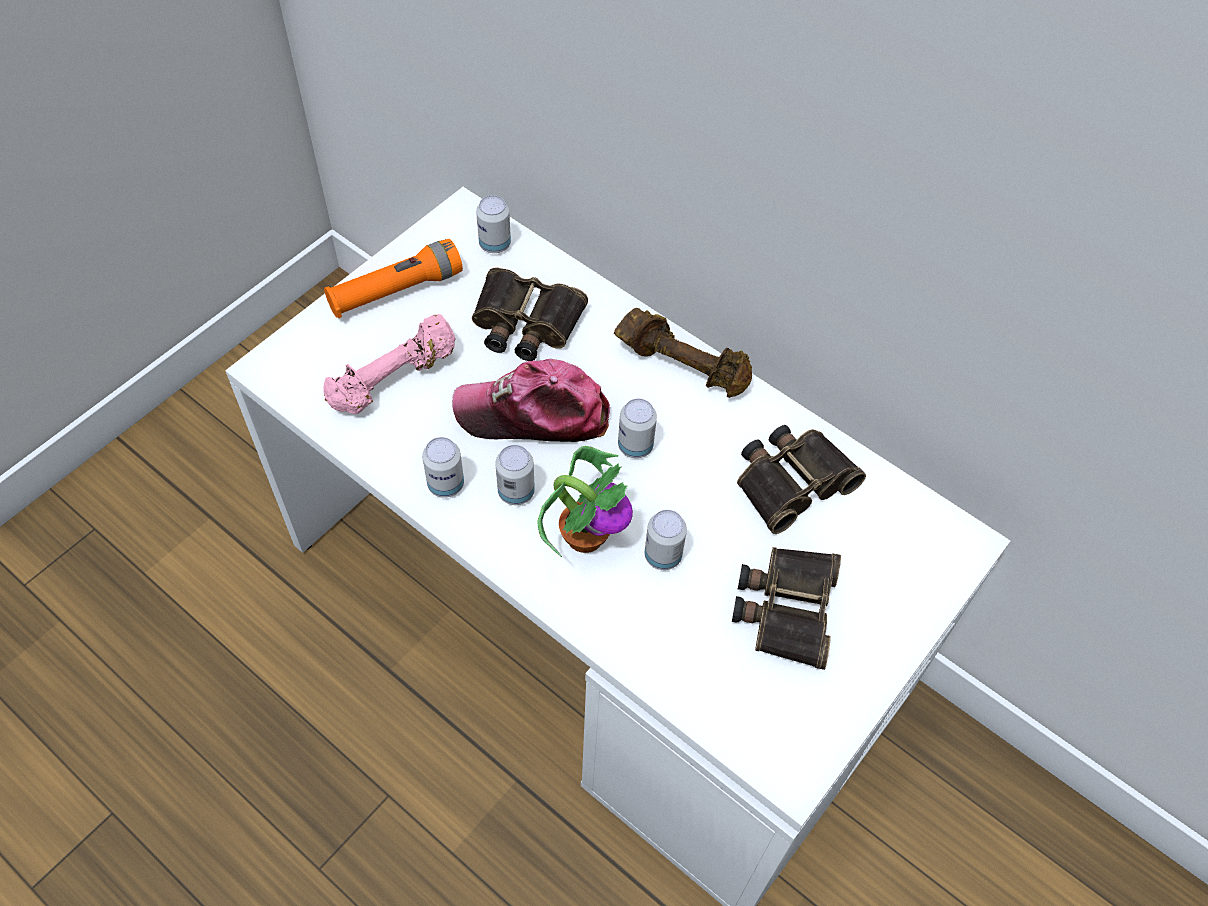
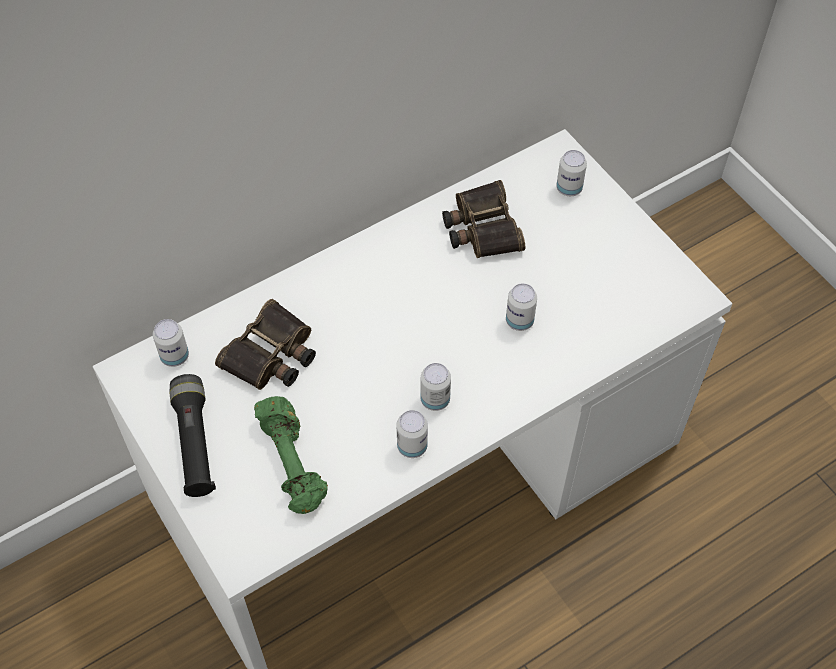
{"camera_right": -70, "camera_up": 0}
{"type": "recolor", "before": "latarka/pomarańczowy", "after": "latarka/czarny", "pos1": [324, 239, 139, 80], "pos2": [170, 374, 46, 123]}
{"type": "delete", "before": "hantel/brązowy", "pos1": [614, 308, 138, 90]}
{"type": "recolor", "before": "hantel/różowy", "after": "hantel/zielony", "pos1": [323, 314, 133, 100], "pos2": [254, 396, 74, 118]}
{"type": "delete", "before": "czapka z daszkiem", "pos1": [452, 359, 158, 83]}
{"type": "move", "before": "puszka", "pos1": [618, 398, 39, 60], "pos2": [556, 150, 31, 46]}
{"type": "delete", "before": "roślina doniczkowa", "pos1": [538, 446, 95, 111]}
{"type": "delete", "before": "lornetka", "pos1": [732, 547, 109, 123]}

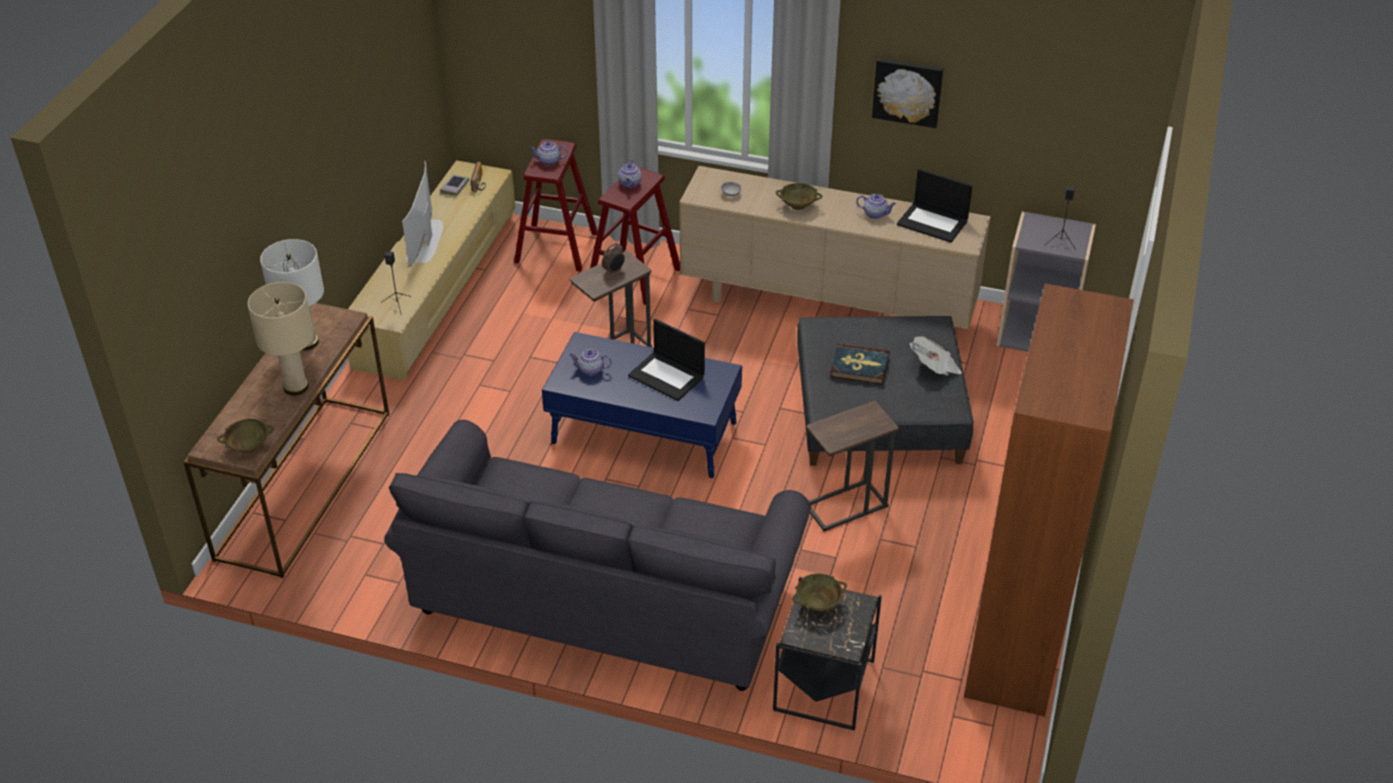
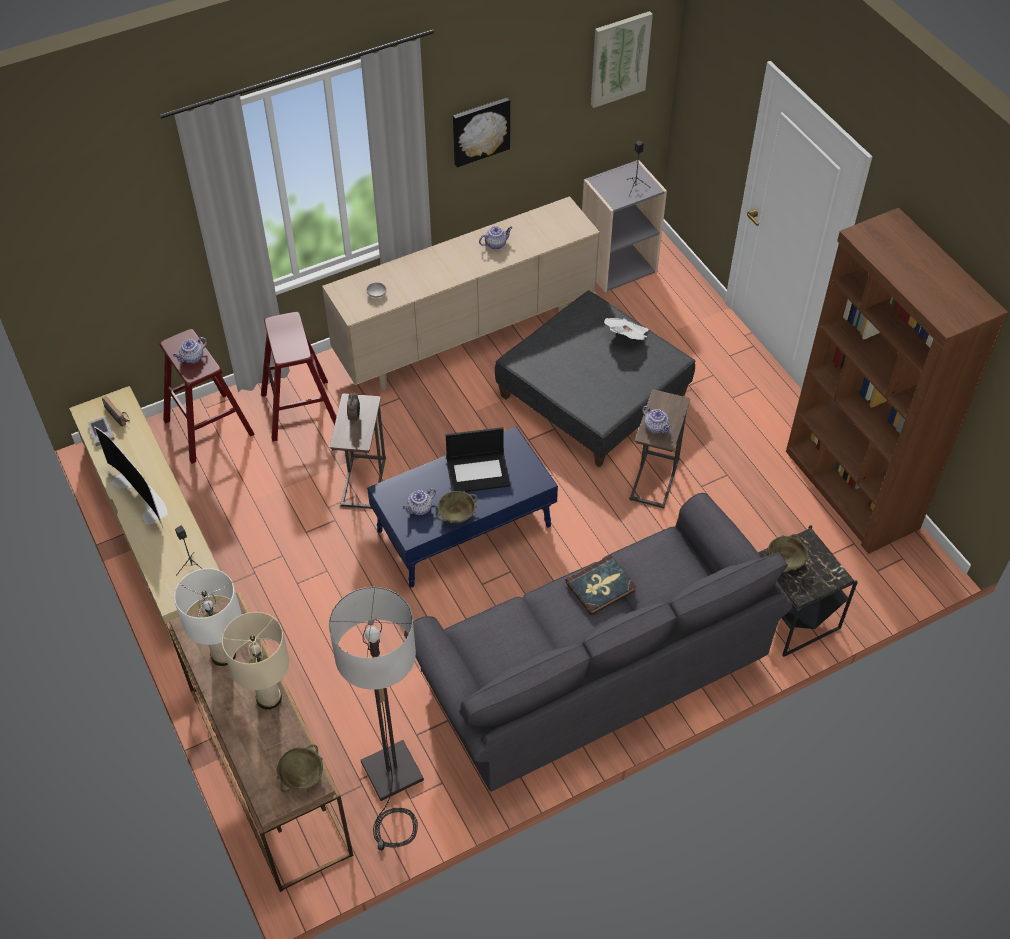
{"camera_right": -45, "camera_up": 10}
{"type": "move", "before": "imbryk", "pos1": [618, 159, 24, 29], "pos2": [642, 406, 30, 28]}
{"type": "delete", "before": "laptop", "pos1": [897, 169, 76, 74]}
{"type": "move", "before": "miska/beżowy", "pos1": [775, 183, 47, 27], "pos2": [436, 491, 41, 32]}
{"type": "move", "before": "książka", "pos1": [830, 343, 60, 42], "pos2": [565, 555, 71, 60]}
{"type": "insert", "after": "obraz", "pos2": [591, 11, 62, 97]}
{"type": "insert", "after": "lampa stojąca", "pos2": [329, 587, 95, 265]}

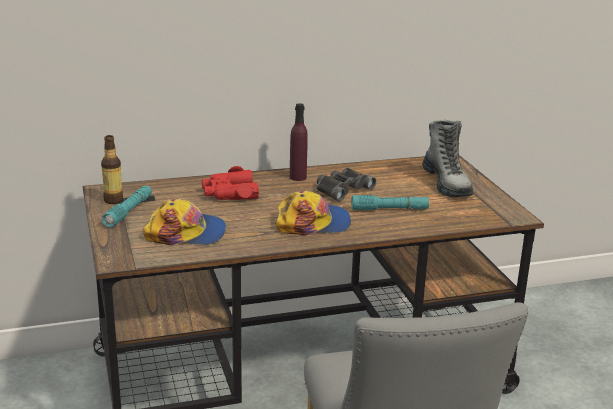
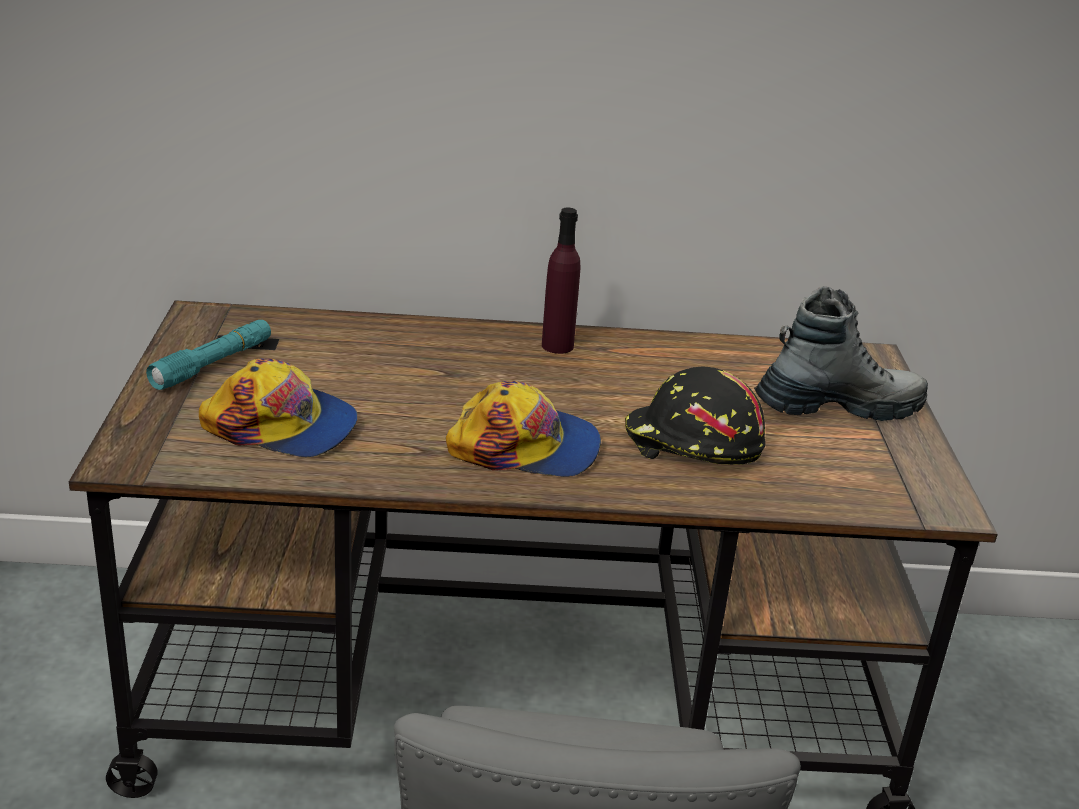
{"camera_right": 15, "camera_up": 5}
{"type": "rotate", "before": "but z cholewką", "pos1": [422, 120, 51, 77], "pos2": [754, 286, 174, 135], "turn": -105}
{"type": "delete", "before": "butelka", "pos1": [101, 135, 22, 69]}
{"type": "delete", "before": "lornetka/czerwony", "pos1": [202, 166, 57, 34]}
{"type": "delete", "before": "lornetka/czarny", "pos1": [316, 168, 60, 33]}
{"type": "replace", "before": "latarka/turkusowy", "after": "kask/czarny", "pos1": [351, 195, 78, 15], "pos2": [625, 367, 141, 98]}

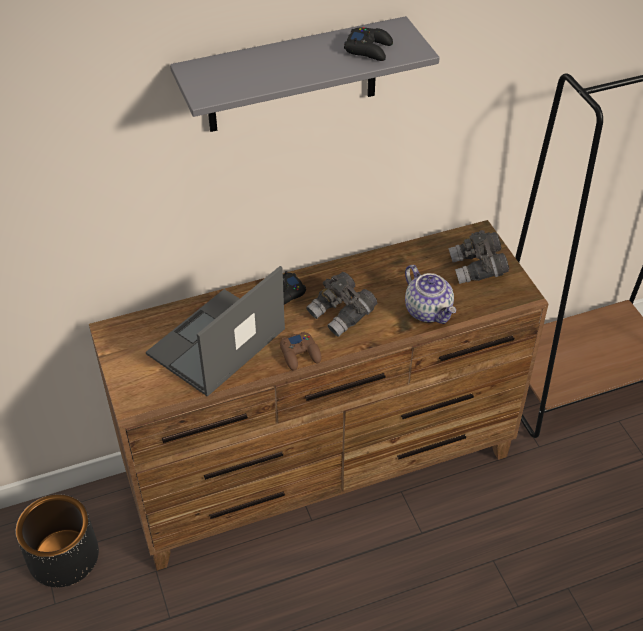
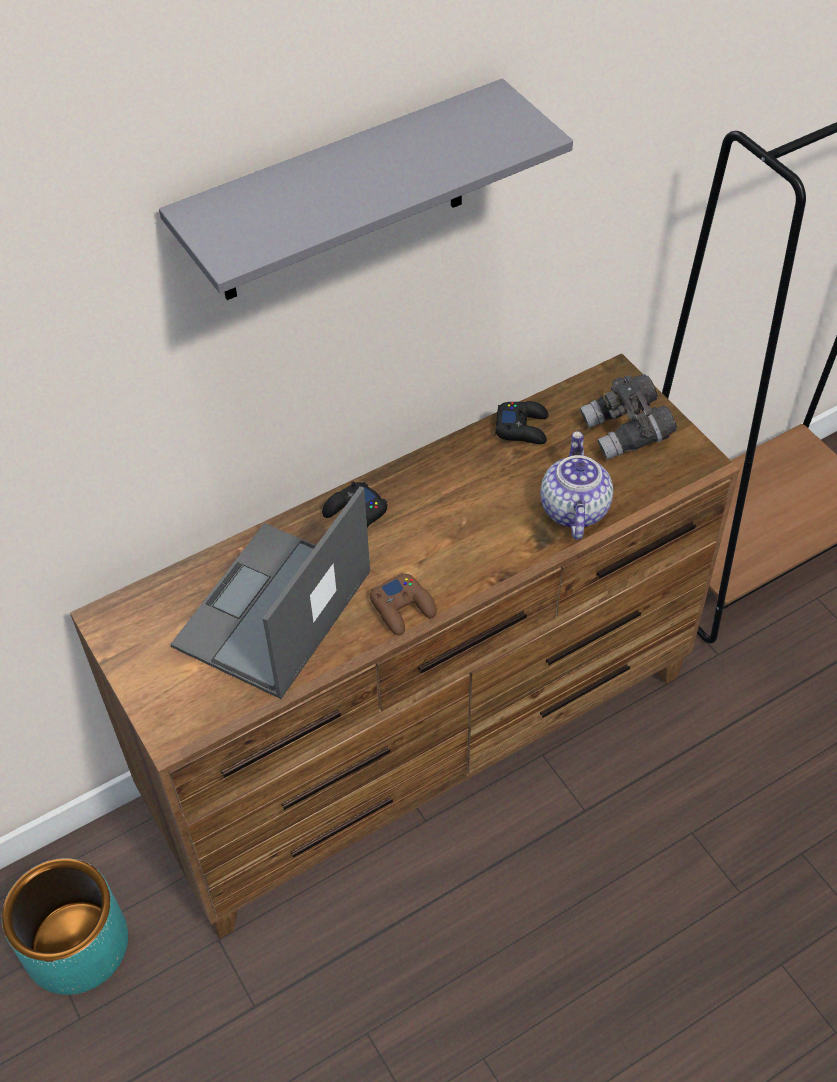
{"camera_right": -10, "camera_up": 5}
{"type": "move", "before": "pad do gier/czarny", "pos1": [344, 27, 49, 34], "pos2": [495, 401, 53, 43]}
{"type": "rotate", "before": "imbryk", "pos1": [405, 265, 51, 59], "pos2": [541, 431, 72, 109], "turn": -135}
{"type": "delete", "before": "lornetka/szary", "pos1": [306, 272, 71, 65]}
{"type": "recolor", "before": "donica/czarny", "after": "donica/turkusowy", "pos1": [15, 494, 84, 93], "pos2": [2, 858, 126, 137]}

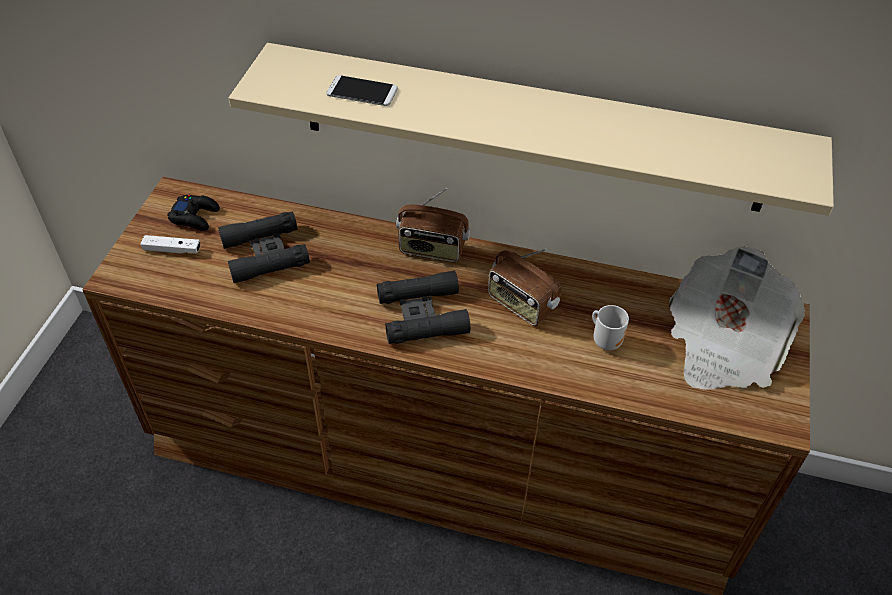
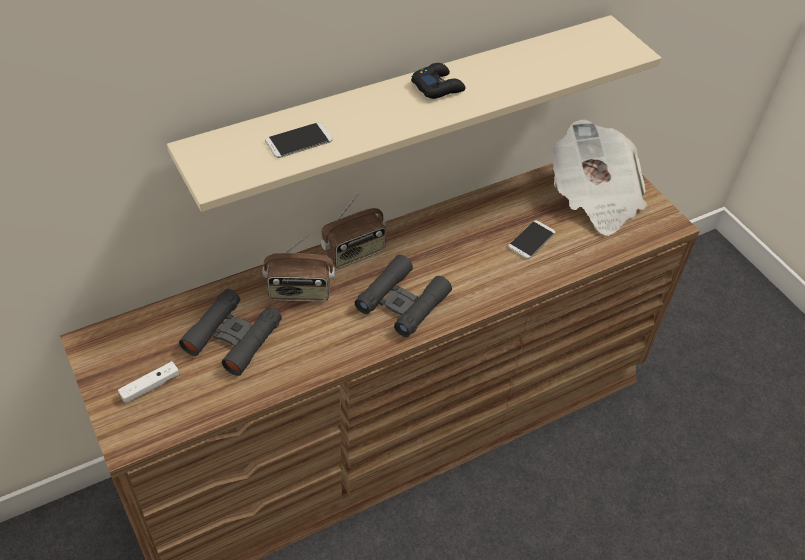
{"camera_right": -45, "camera_up": 0}
{"type": "move", "before": "pad do gier/czarny", "pos1": [167, 195, 53, 36], "pos2": [411, 63, 55, 36]}
{"type": "move", "before": "radio", "pos1": [488, 249, 73, 77], "pos2": [263, 234, 72, 68]}
{"type": "replace", "before": "kubek", "after": "telefon", "pos1": [592, 305, 37, 45], "pos2": [508, 220, 47, 39]}

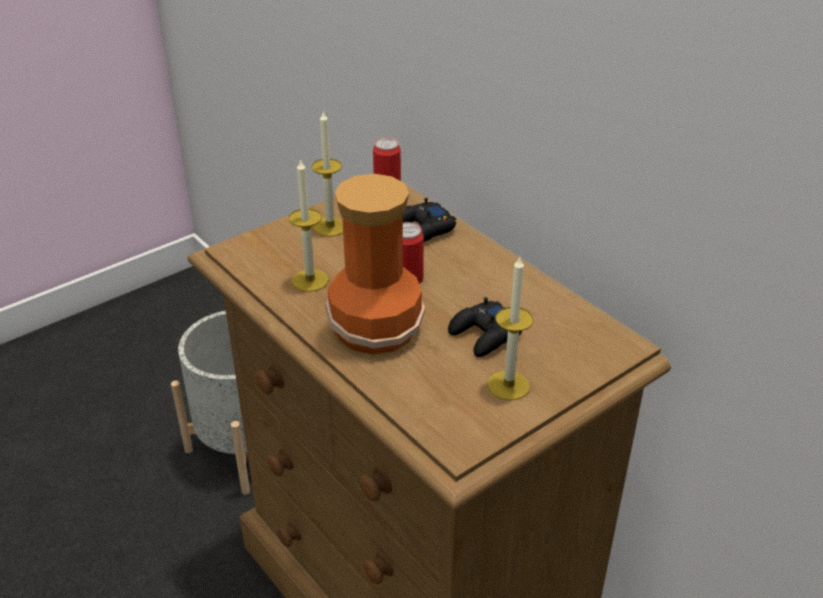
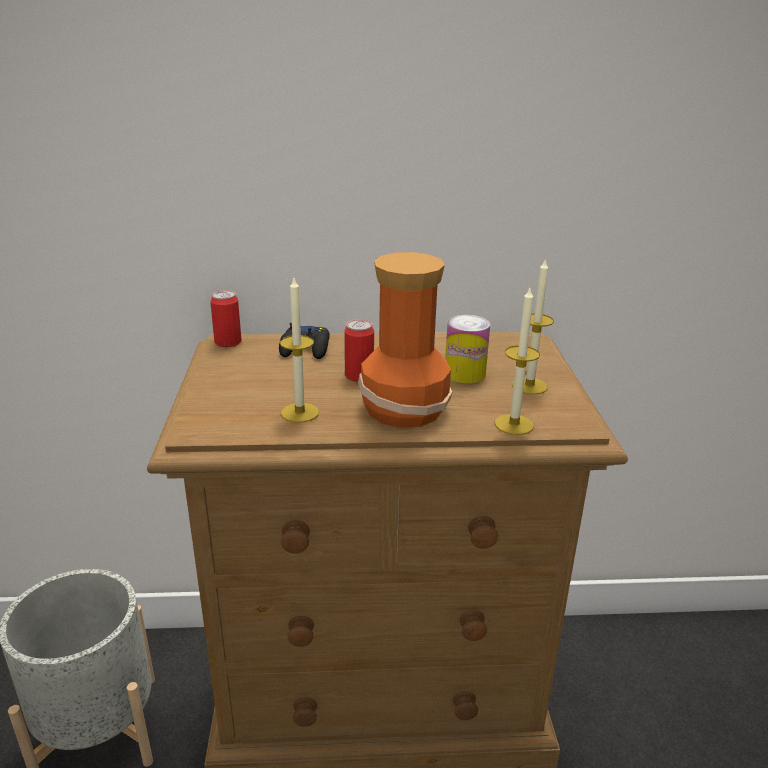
{"camera_right": -55, "camera_up": -10}
{"type": "move", "before": "świeca", "pos1": [311, 110, 32, 126], "pos2": [494, 288, 46, 147]}
{"type": "replace", "before": "pad do gier/czarny", "after": "puszka", "pos1": [448, 297, 74, 60], "pos2": [445, 315, 45, 68]}

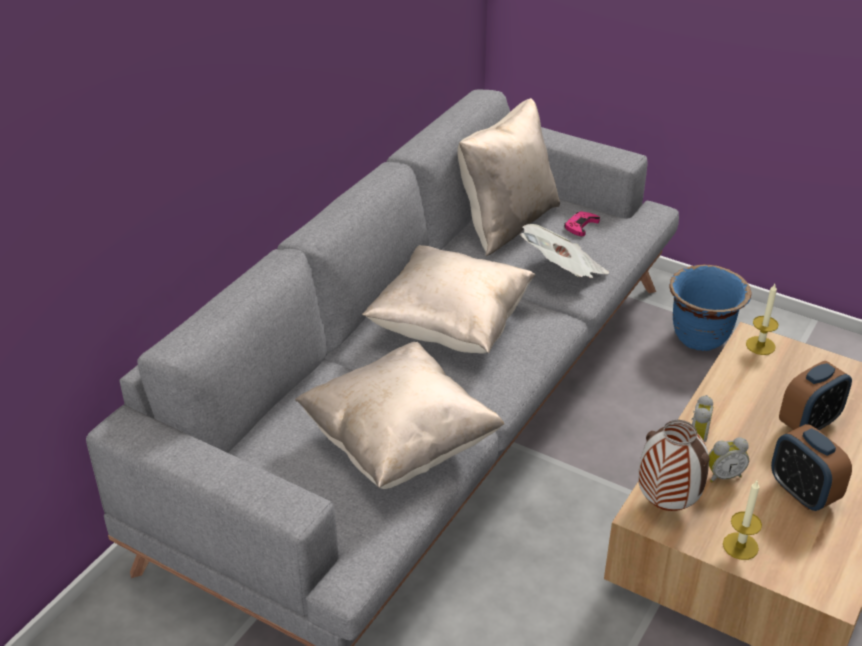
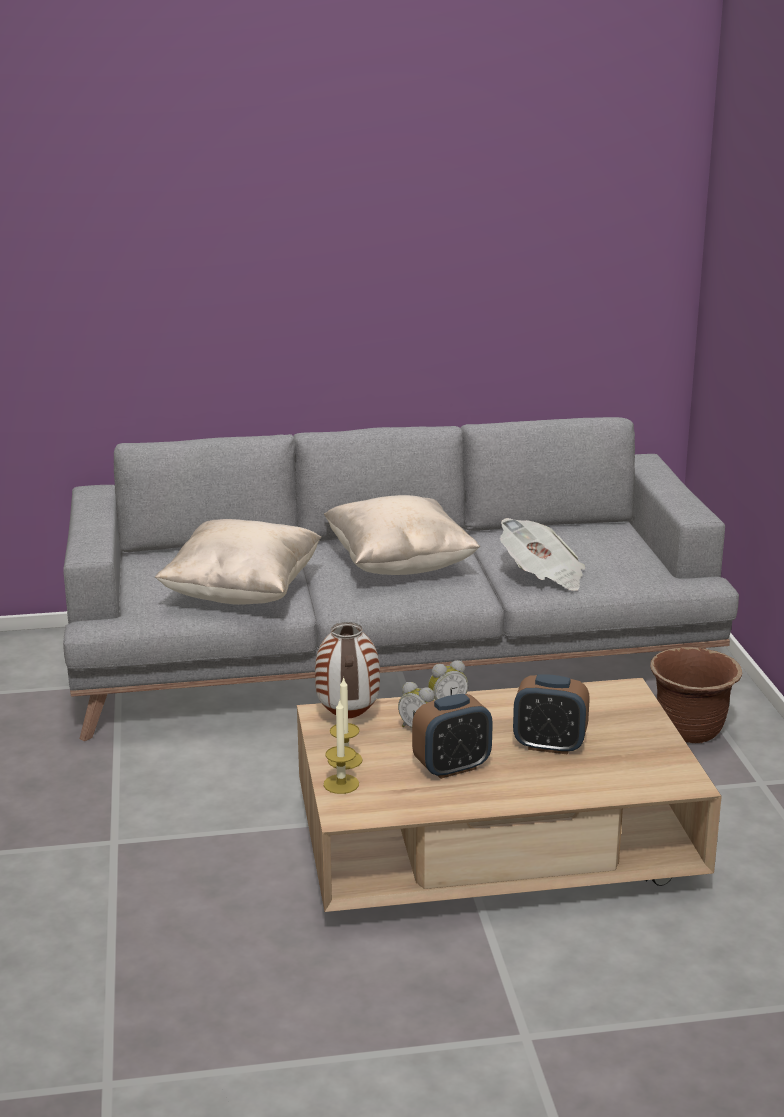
{"camera_right": 50, "camera_up": -15}
{"type": "delete", "before": "poduszka/beżowy", "pos1": [457, 98, 103, 158]}
{"type": "delete", "before": "pad do gier/różowy", "pos1": [564, 211, 36, 25]}
{"type": "recolor", "before": "donica/niebieski", "after": "donica/brązowy", "pos1": [669, 265, 82, 86], "pos2": [650, 647, 92, 97]}
{"type": "move", "before": "świeca", "pos1": [746, 284, 33, 71], "pos2": [324, 699, 35, 95]}
{"type": "rotate", "before": "budzik", "pos1": [771, 424, 81, 87], "pos2": [412, 694, 81, 85], "turn": -135}

